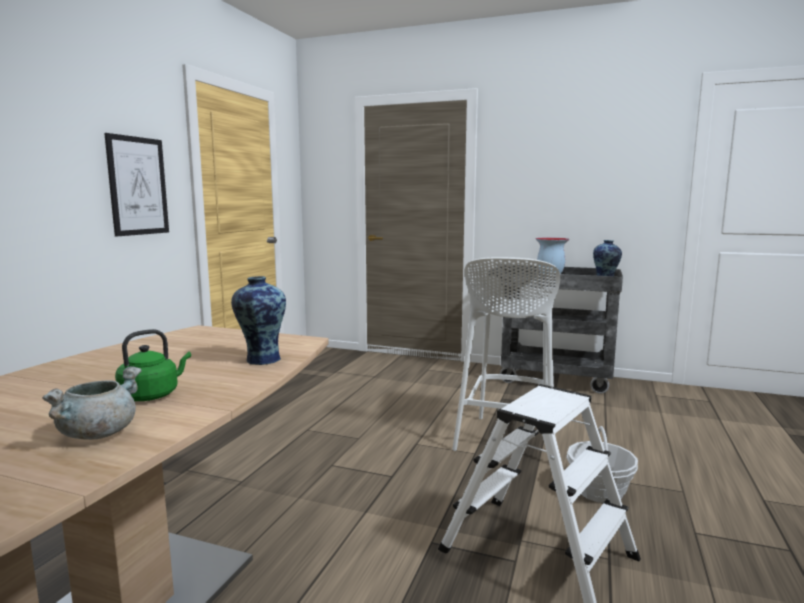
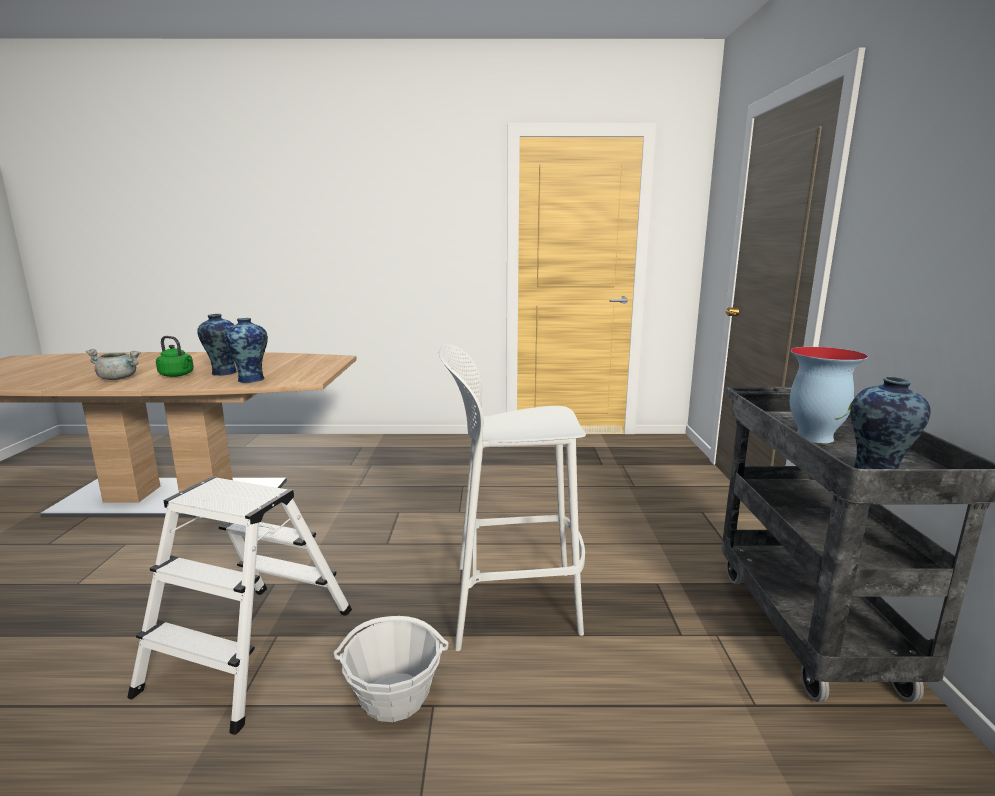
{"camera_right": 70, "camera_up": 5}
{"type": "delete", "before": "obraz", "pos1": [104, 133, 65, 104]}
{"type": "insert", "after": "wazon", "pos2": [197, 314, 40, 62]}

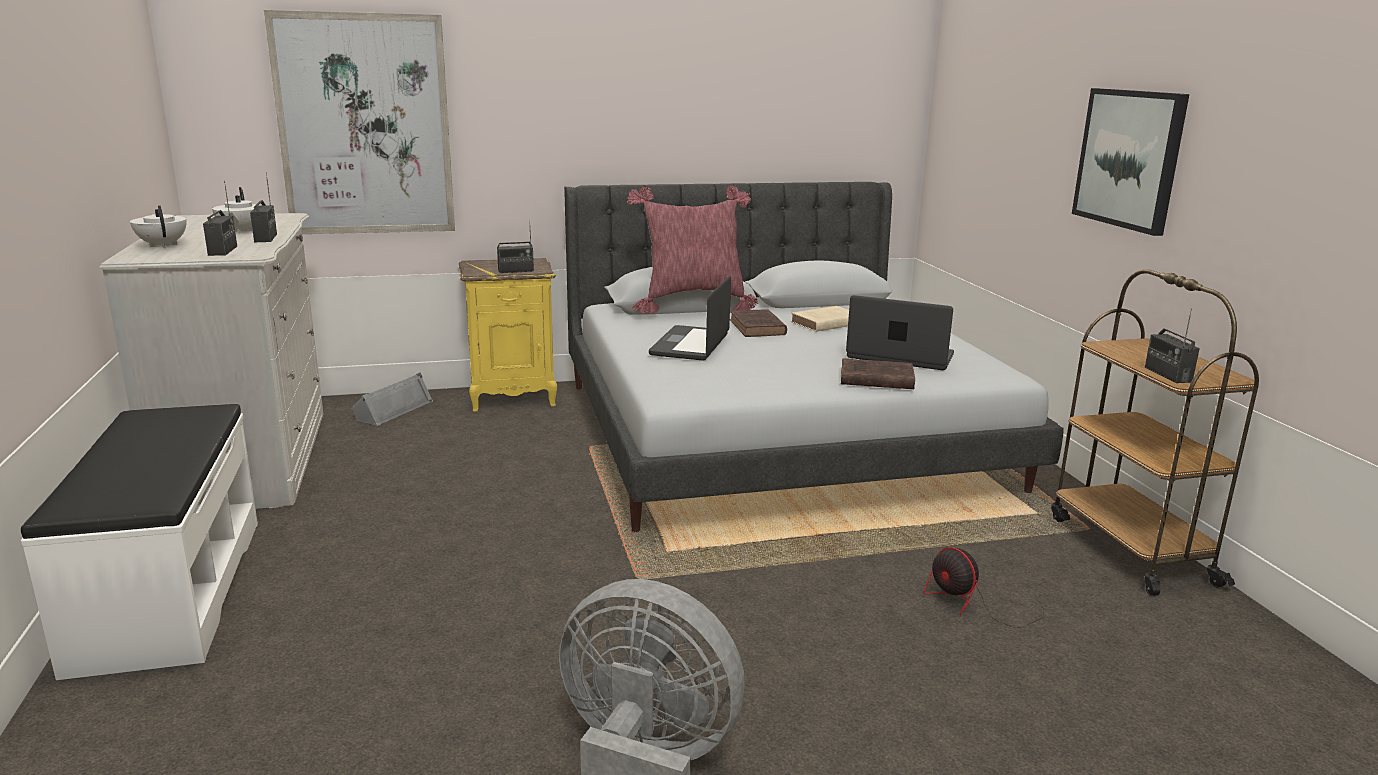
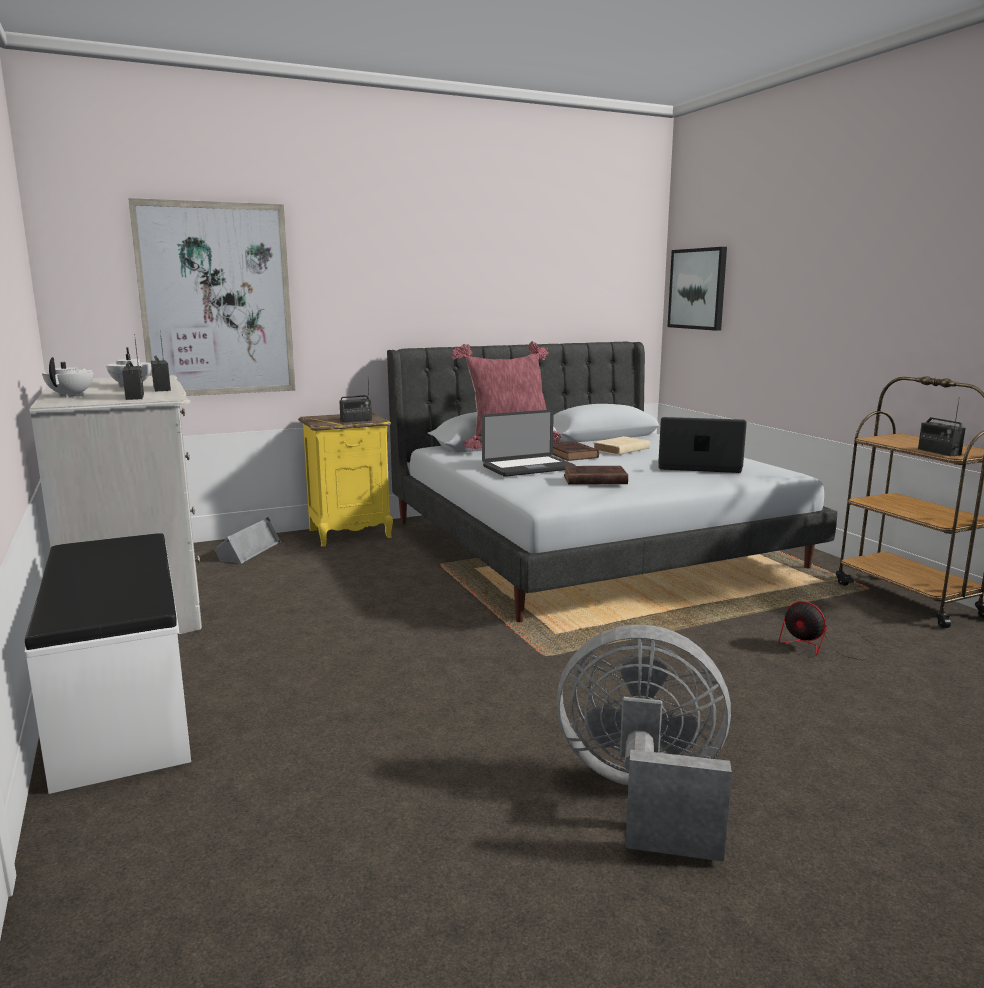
{"camera_right": -10, "camera_up": -5}
{"type": "move", "before": "obraz", "pos1": [1072, 88, 117, 148], "pos2": [668, 247, 59, 84]}
{"type": "rotate", "before": "imbryk/biały", "pos1": [130, 205, 57, 43], "pos2": [42, 357, 52, 41], "turn": 45}
{"type": "rotate", "before": "laptop", "pos1": [649, 276, 82, 85], "pos2": [482, 410, 93, 67], "turn": -120}
{"type": "move", "before": "książka/brązowy", "pos1": [841, 358, 74, 31], "pos2": [564, 466, 64, 18]}

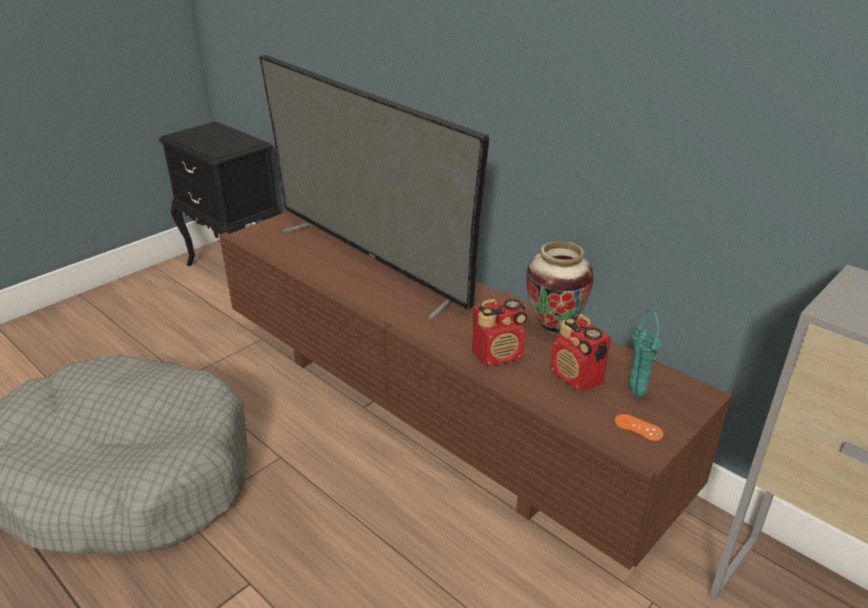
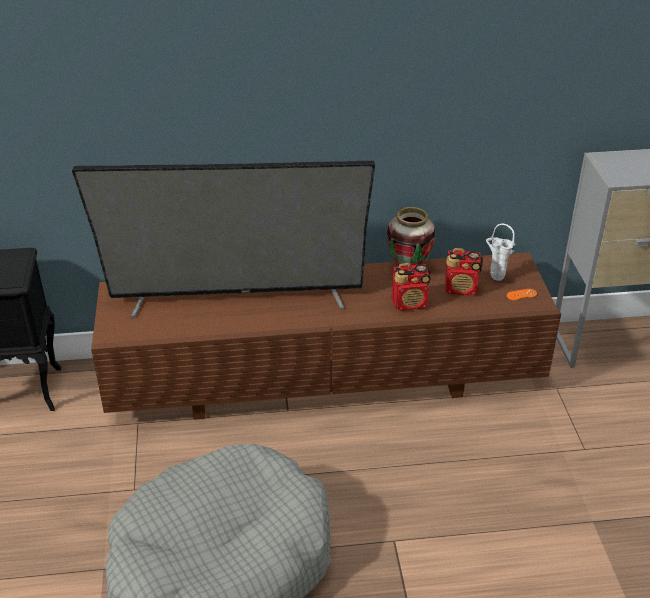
{"camera_right": -50, "camera_up": 5}
{"type": "rotate", "before": "radio", "pos1": [472, 299, 55, 67], "pos2": [392, 263, 39, 48], "turn": 60}
{"type": "recolor", "before": "wazon/turkusowy", "after": "wazon/biały", "pos1": [630, 309, 32, 89], "pos2": [486, 223, 29, 58]}

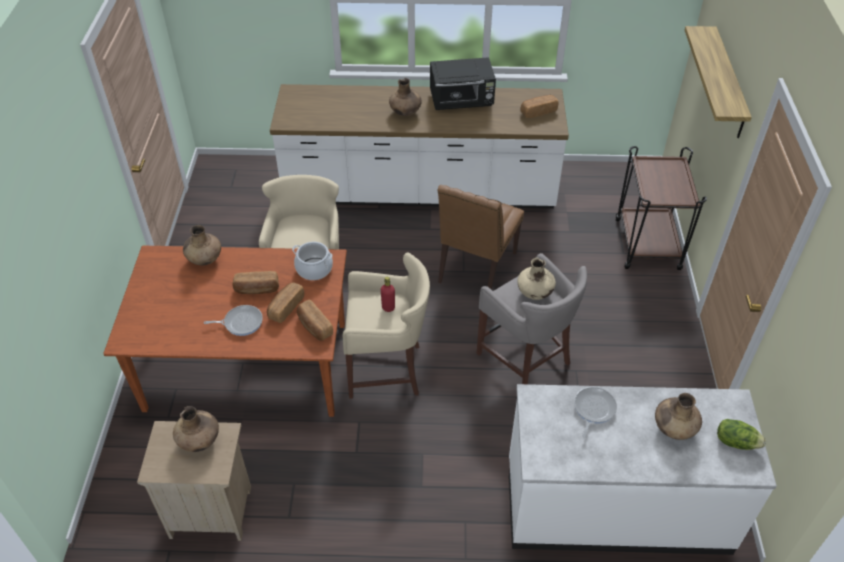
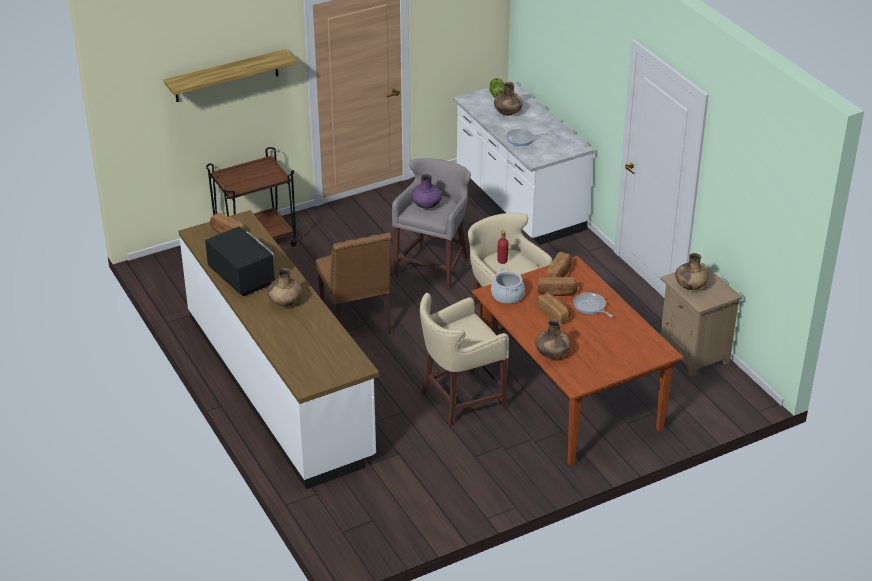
{"camera_right": -120, "camera_up": -10}
{"type": "rotate", "before": "krzesło/brązowy", "pos1": [437, 185, 87, 105], "pos2": [315, 233, 76, 101], "turn": 75}
{"type": "recolor", "before": "wazon/beżowy", "after": "wazon/fioletowy", "pos1": [517, 258, 39, 42], "pos2": [411, 174, 31, 35]}

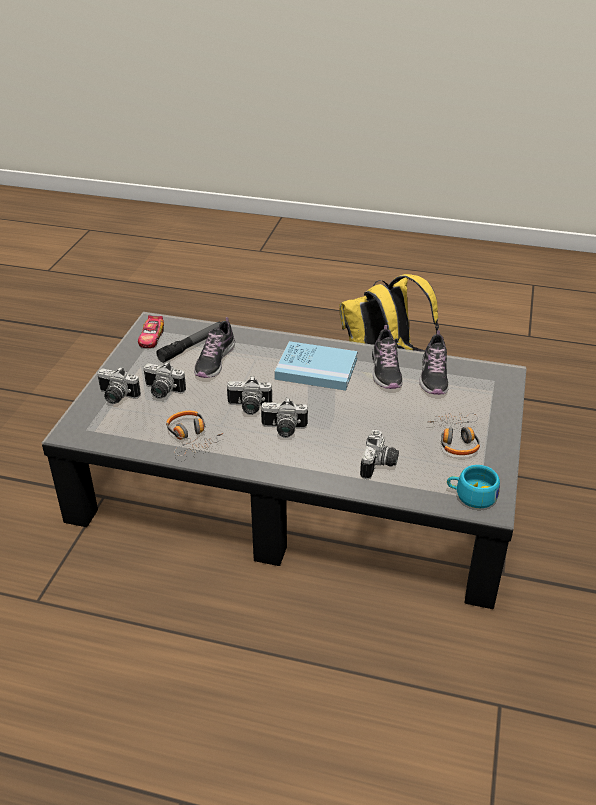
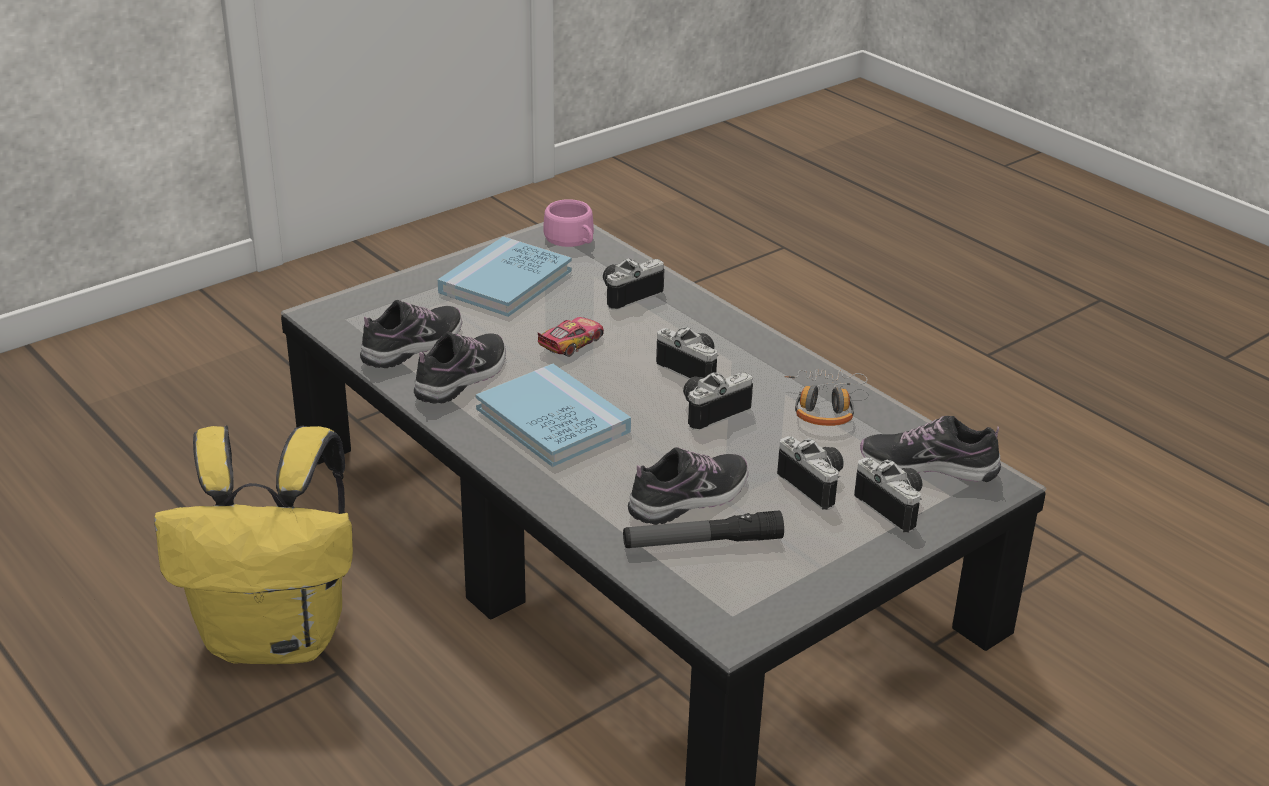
{"camera_right": -145, "camera_up": -5}
{"type": "move", "before": "samochodzik", "pos1": [138, 315, 26, 33], "pos2": [538, 317, 66, 40]}
{"type": "rotate", "before": "aparat fotograficzny", "pos1": [227, 376, 45, 39], "pos2": [683, 372, 70, 59], "turn": -75}
{"type": "replace", "before": "słuchawki", "after": "książka/niebieski", "pos1": [428, 412, 52, 43], "pos2": [438, 236, 134, 81]}
{"type": "recolor", "before": "filiżanka/turkusowy", "after": "filiżanka/różowy", "pos1": [447, 465, 53, 43], "pos2": [543, 199, 51, 48]}
{"type": "insert", "after": "but", "pos2": [860, 416, 141, 66]}

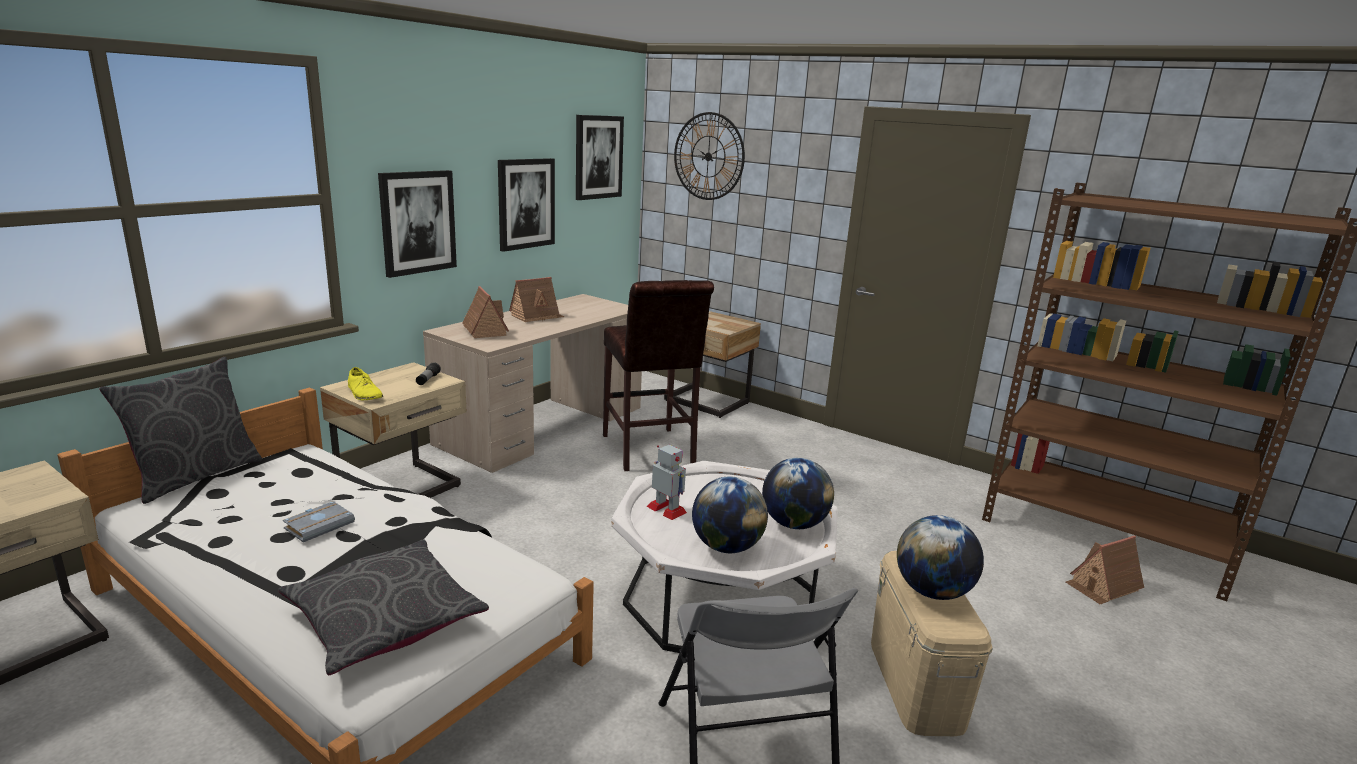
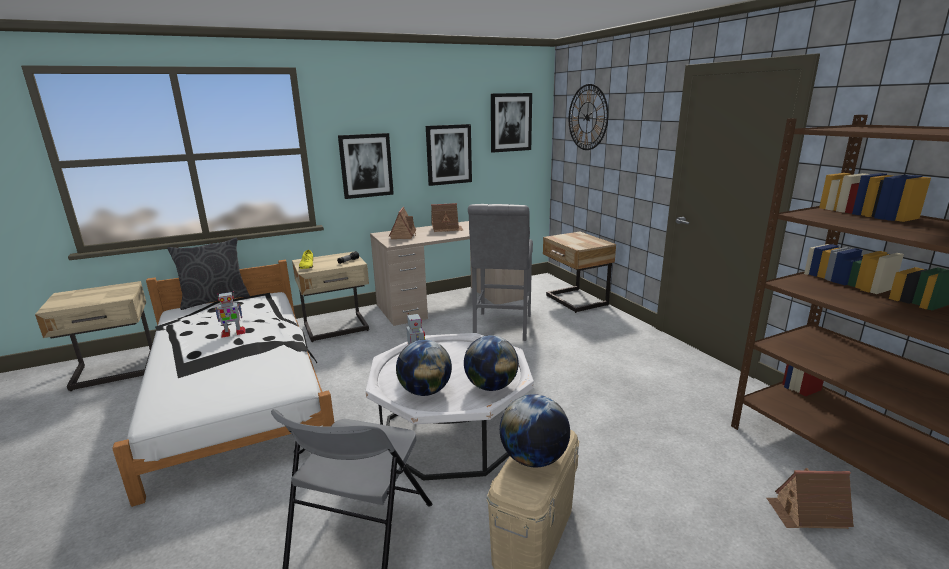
{"camera_right": 30, "camera_up": 0}
{"type": "recolor", "before": "stołek/brązowy", "after": "stołek/szary", "pos1": [603, 280, 111, 191], "pos2": [468, 204, 65, 137]}
{"type": "replace", "before": "książka/szary", "after": "robot zabawkowy", "pos1": [283, 501, 72, 41], "pos2": [215, 291, 30, 47]}
{"type": "delete", "before": "poduszka/szary", "pos1": [278, 539, 211, 136]}

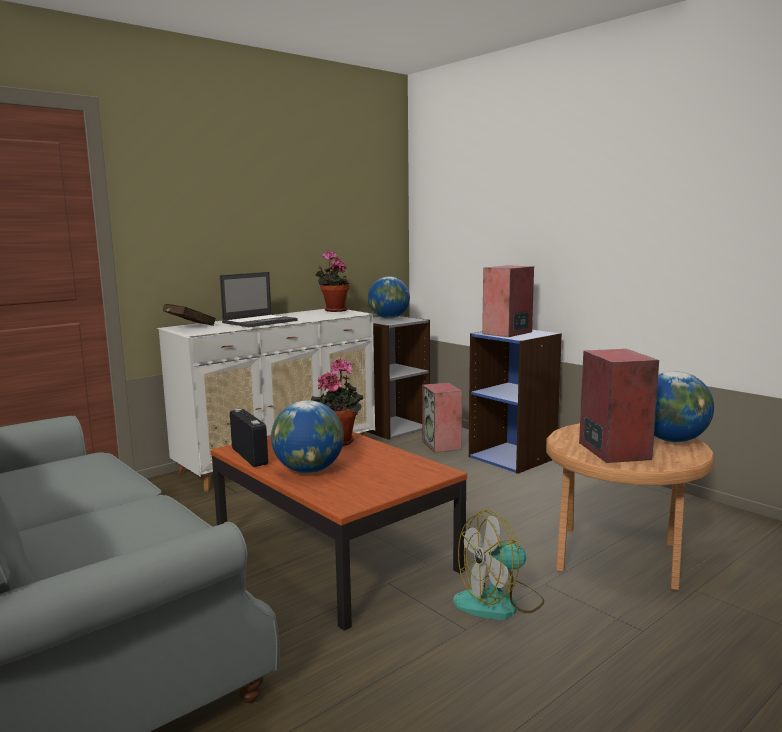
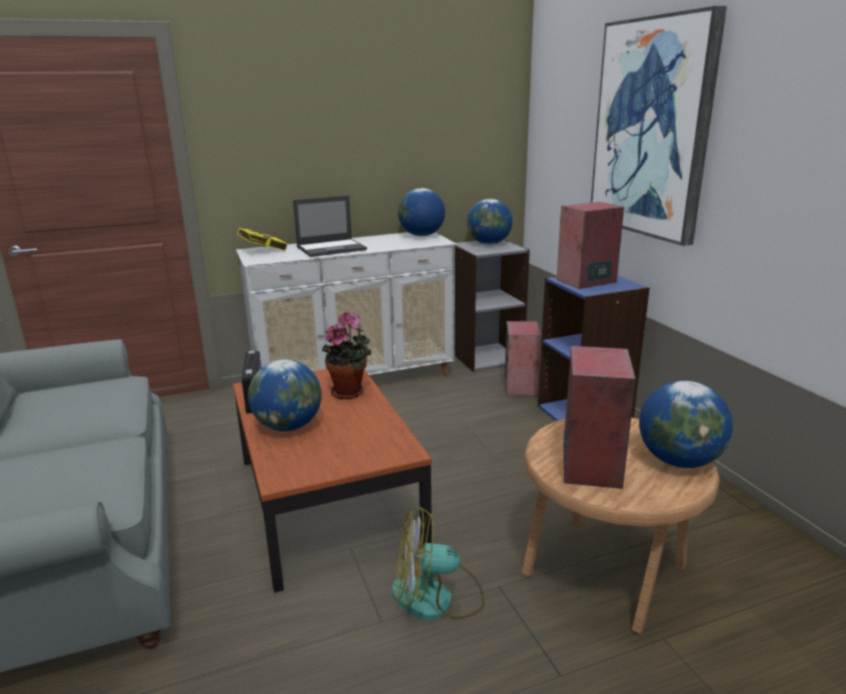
{"camera_right": 20, "camera_up": 10}
{"type": "replace", "before": "roślina doniczkowa", "after": "globus", "pos1": [316, 250, 34, 62], "pos2": [398, 188, 47, 48]}
{"type": "recolor", "before": "książka/czerwony", "after": "książka/żółty", "pos1": [163, 304, 53, 22], "pos2": [235, 228, 53, 23]}
{"type": "insert", "after": "obraz", "pos2": [591, 6, 136, 240]}

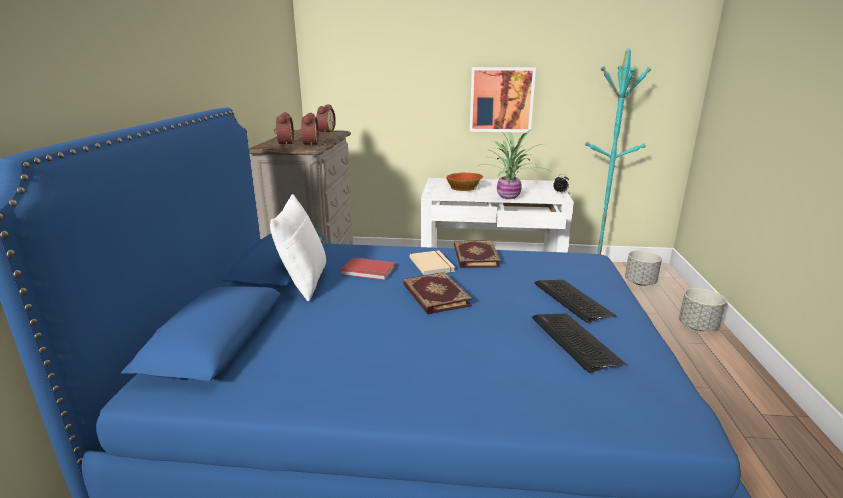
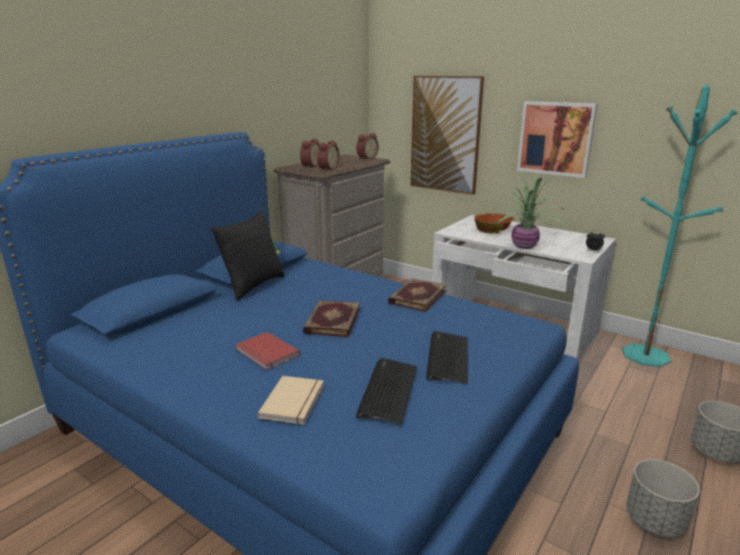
{"camera_right": 30, "camera_up": 0}
{"type": "recolor", "before": "poduszka/biały", "after": "poduszka/czarny", "pos1": [270, 194, 56, 107], "pos2": [211, 210, 73, 91]}
{"type": "move", "before": "książka/beżowy", "pos1": [410, 250, 45, 25], "pos2": [258, 376, 66, 49]}
{"type": "move", "before": "donica/szary", "pos1": [625, 250, 37, 36], "pos2": [626, 459, 74, 78]}
{"type": "move", "before": "książka/czerwony", "pos1": [340, 258, 56, 22], "pos2": [235, 332, 65, 38]}
{"type": "insert", "after": "obraz", "pos2": [410, 76, 74, 119]}

